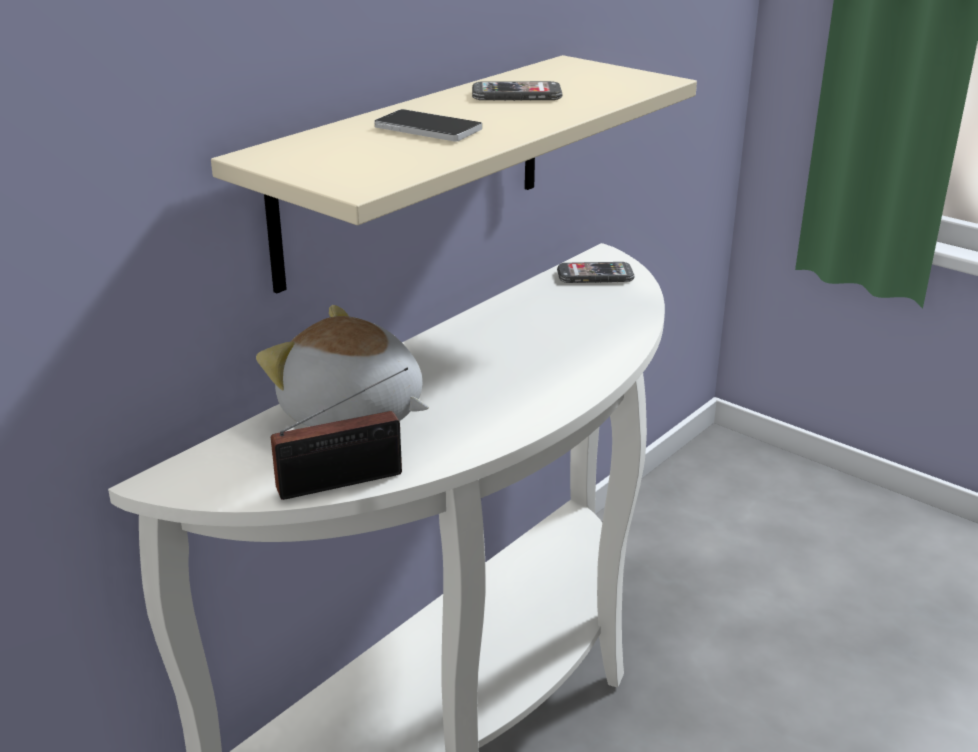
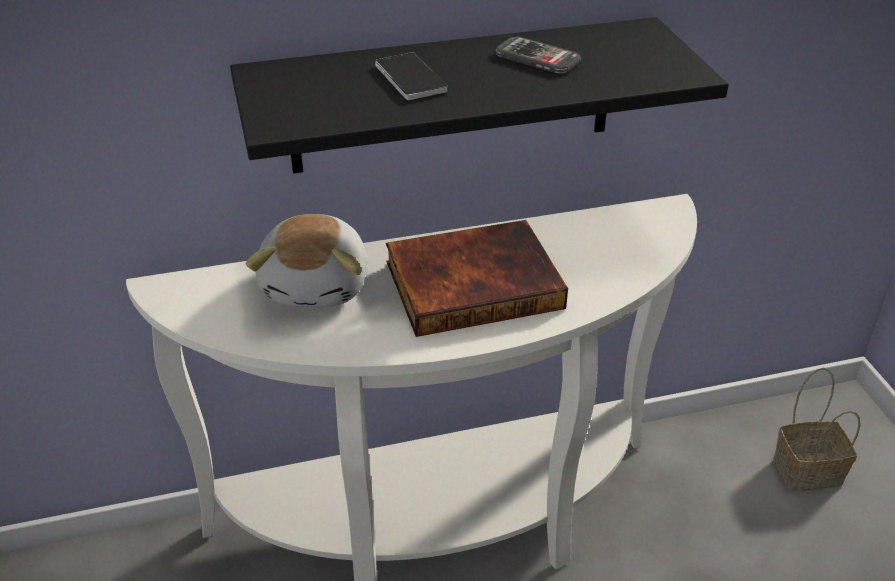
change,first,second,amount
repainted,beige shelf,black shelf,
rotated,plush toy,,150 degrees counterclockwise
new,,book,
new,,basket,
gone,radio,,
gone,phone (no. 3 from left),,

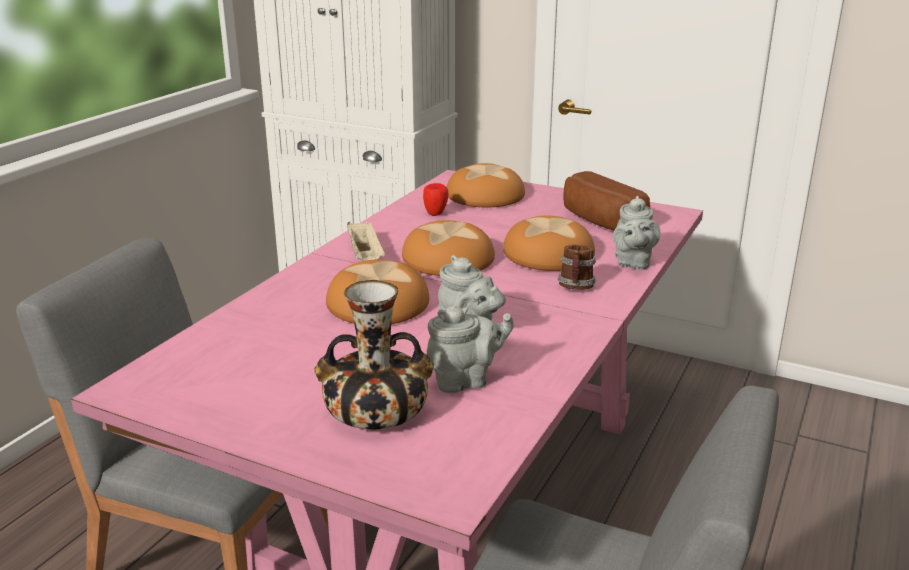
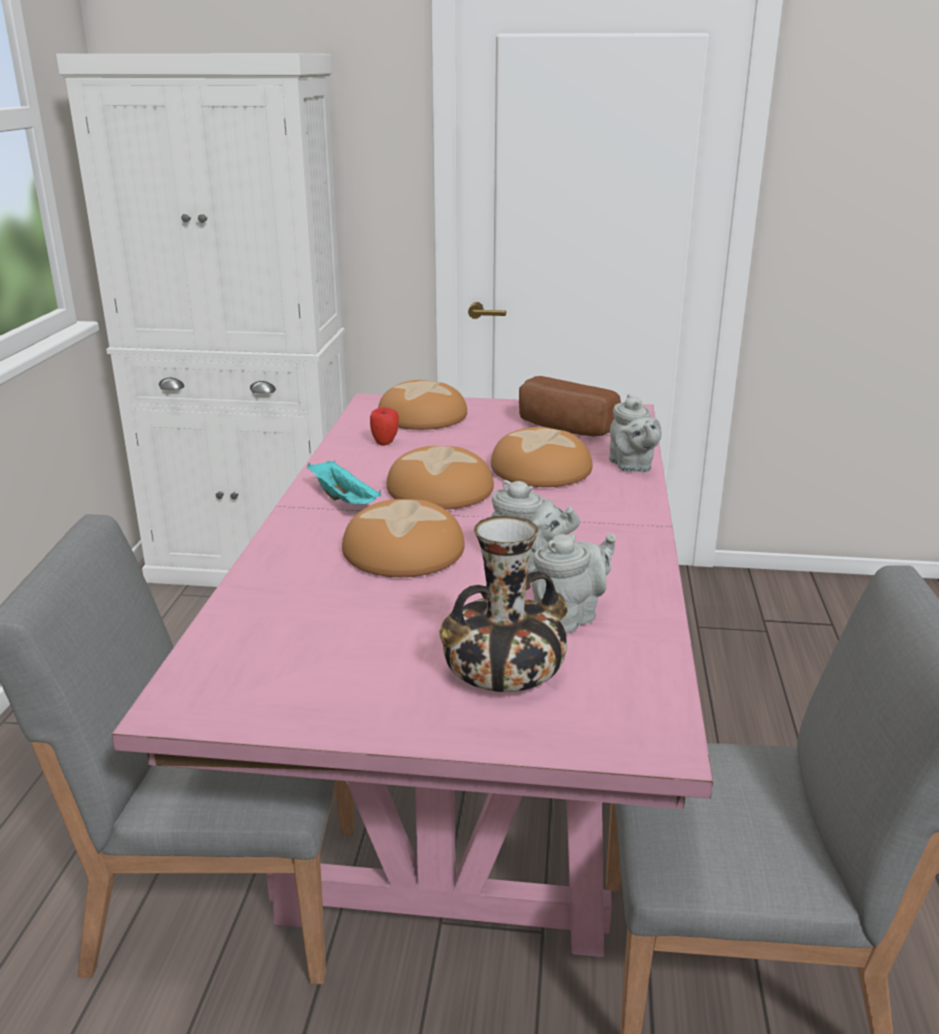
change,first,second,amount
repainted,beige tray,turquoise tray,
gone,mug,,

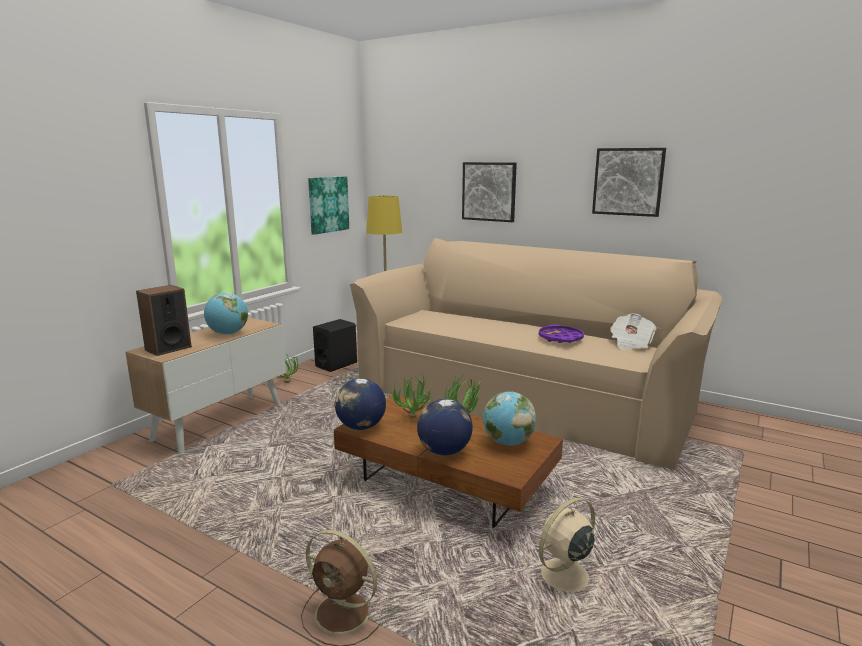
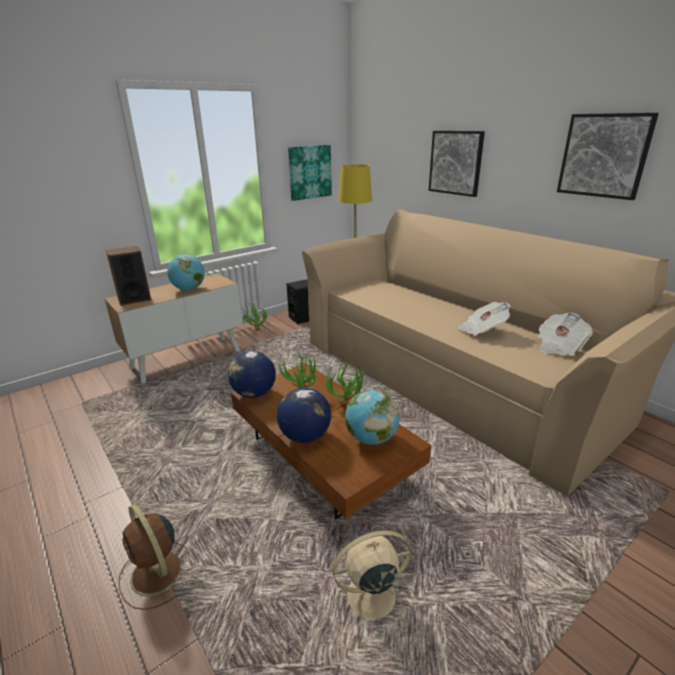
change,first,second,amount
swapped,purple tray,newspaper (no. 1 from left),

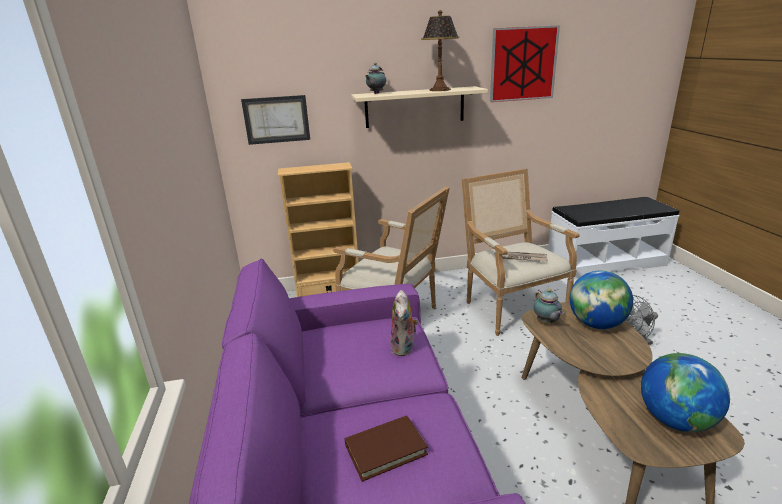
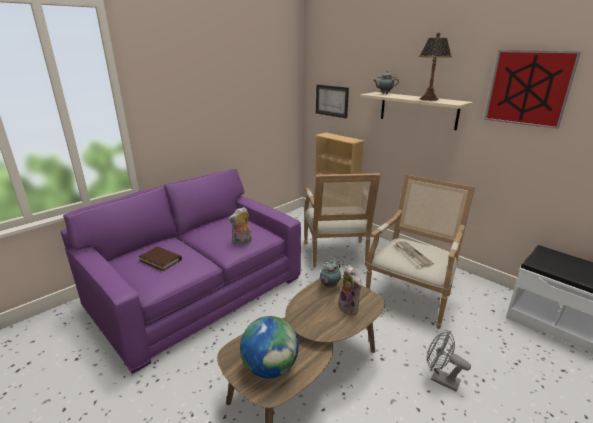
change,first,second,amount
swapped,globe (no. 1 from left),plush toy (no. 2 from left),

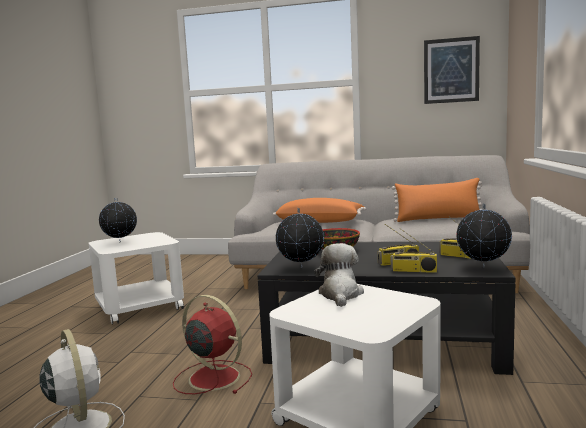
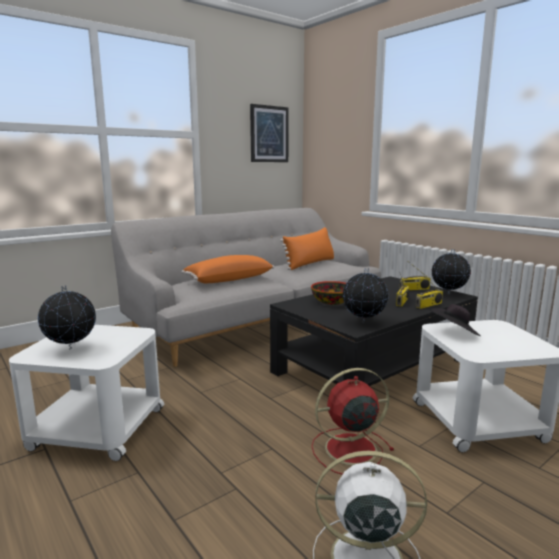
change,first,second,amount
swapped,plush toy,black hat,

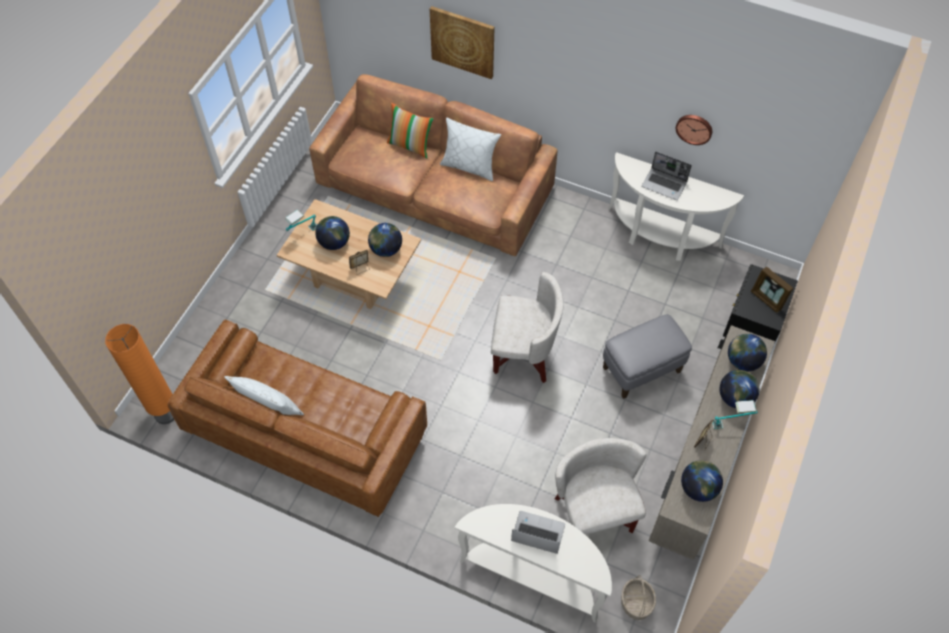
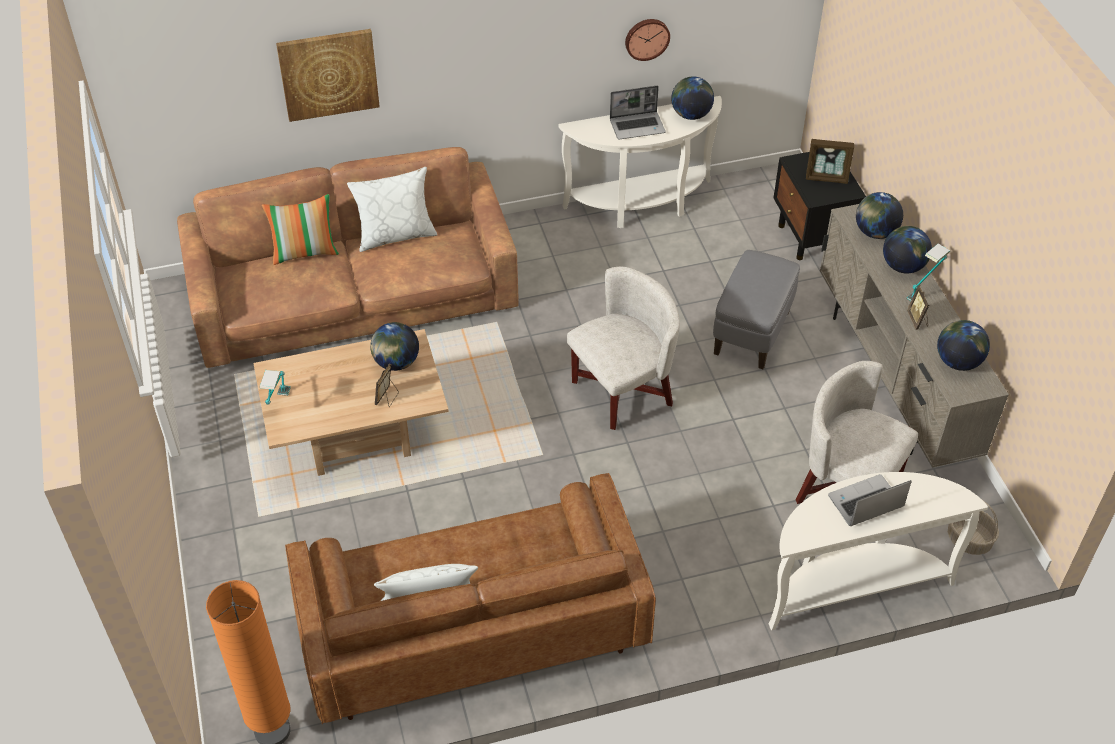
change,first,second,amount
shifted,globe (no. 1 from left in the first image),globe (no. 2 from left),

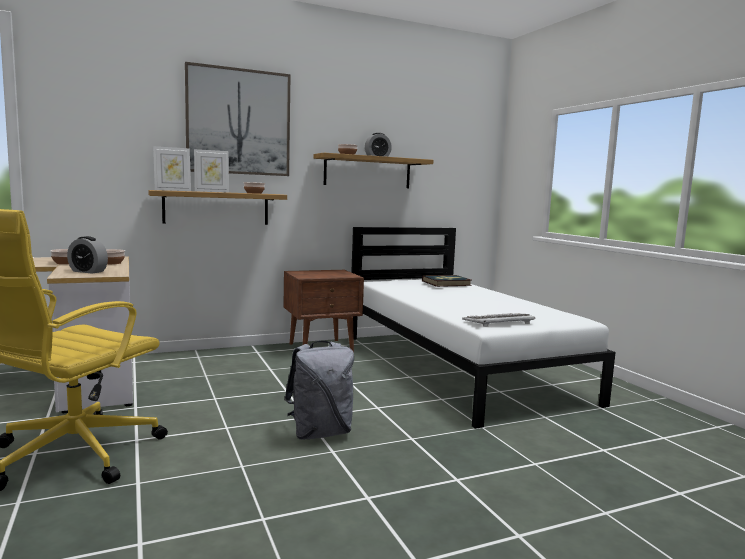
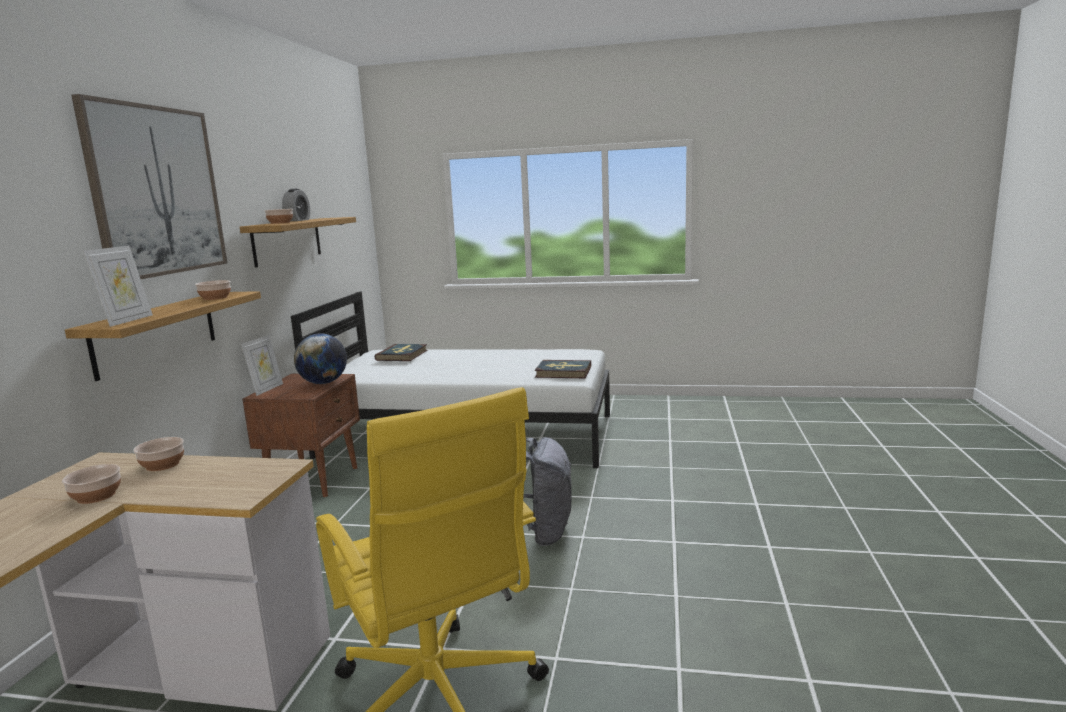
change,first,second,amount
shifted,picture frame (no. 2 from left),,
new,,globe,
swapped,keyboard,book (no. 2 from left),
gone,alarm clock (no. 1 from left),,

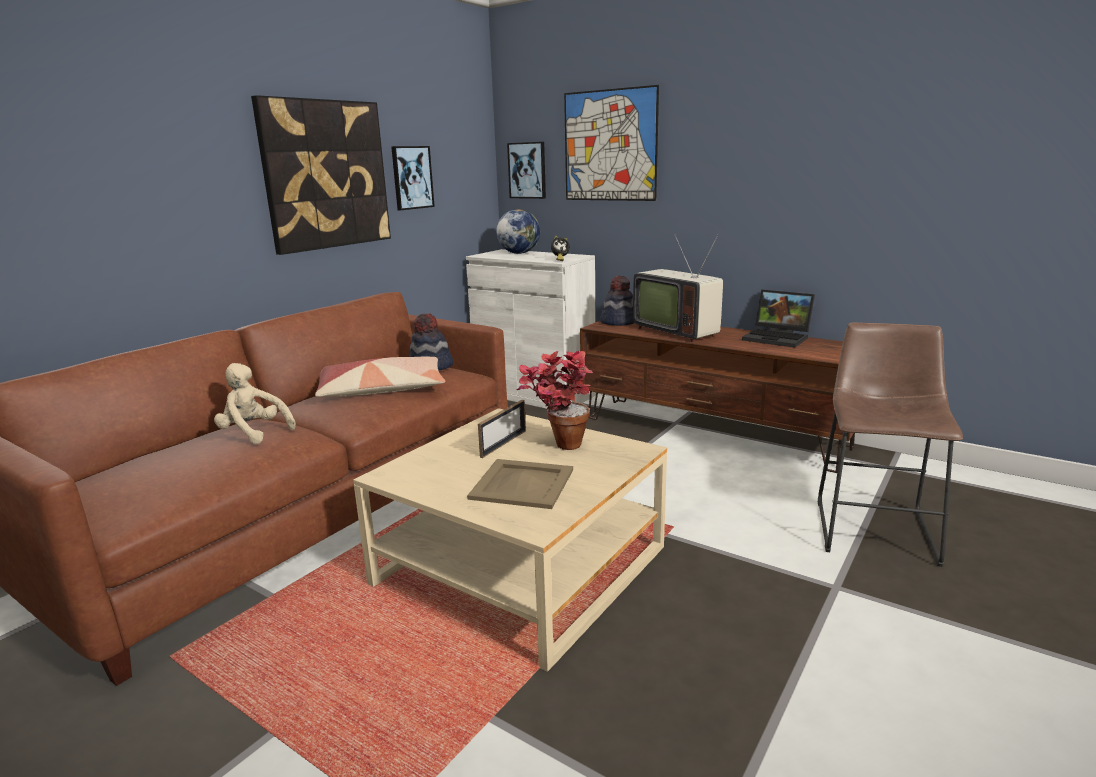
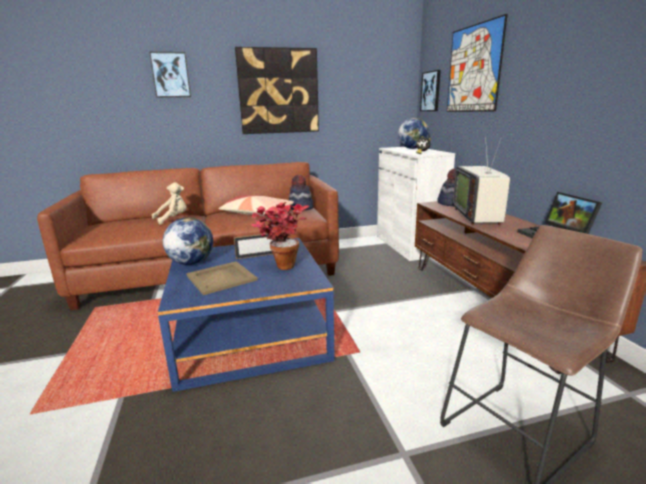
change,first,second,amount
shifted,picture (no. 2 from left in the first image),picture (no. 1 from left),
rotated,beige plush toy,,75 degrees clockwise
repainted,beige coffee table,blue coffee table,
new,,globe (no. 1 from left),

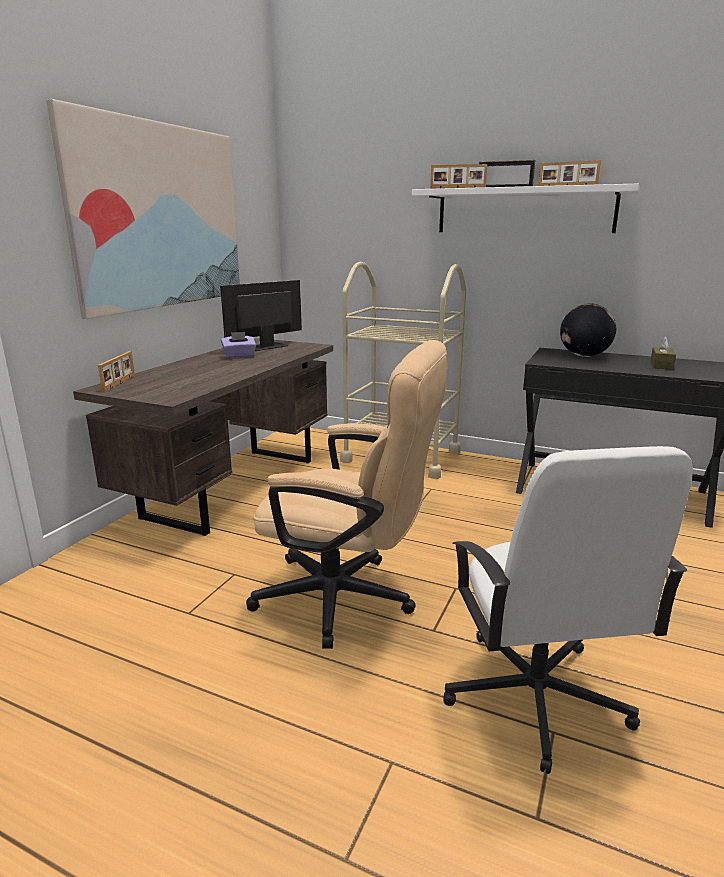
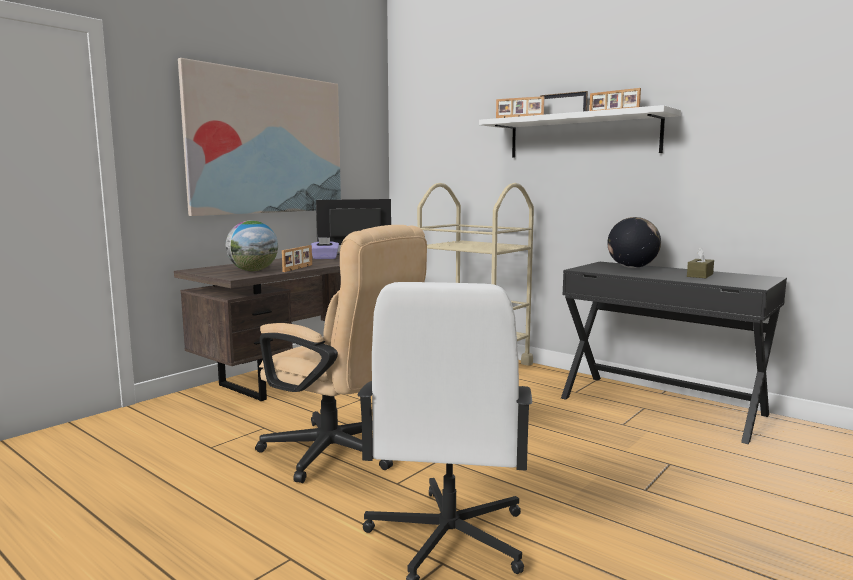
change,first,second,amount
new,,globe (no. 1 from left),
shifted,picture frame (no. 1 from left),,

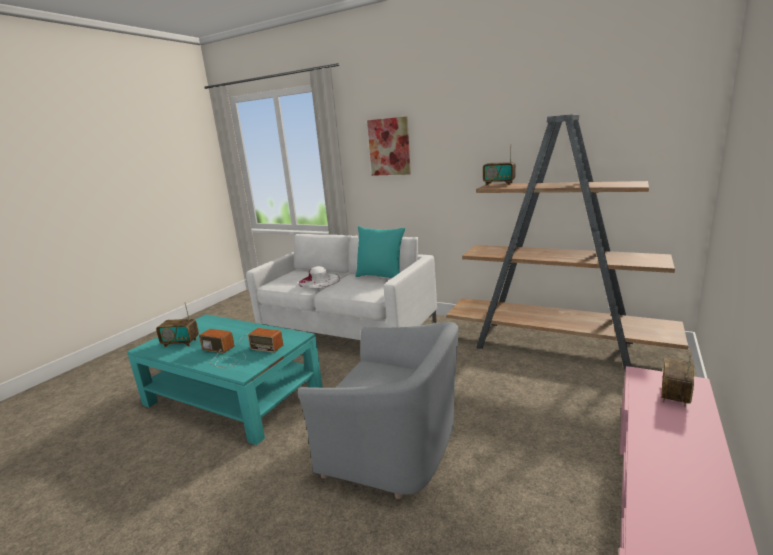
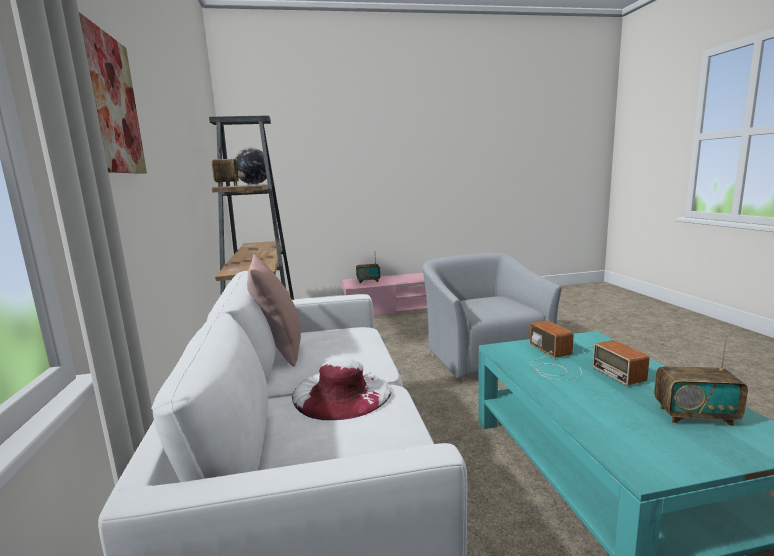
change,first,second,amount
new,,globe,
repainted,turquoise pillow,pink pillow,
rotated,radio (no. 1 from left in the first image),radio (no. 5 from left),135 degrees clockwise

